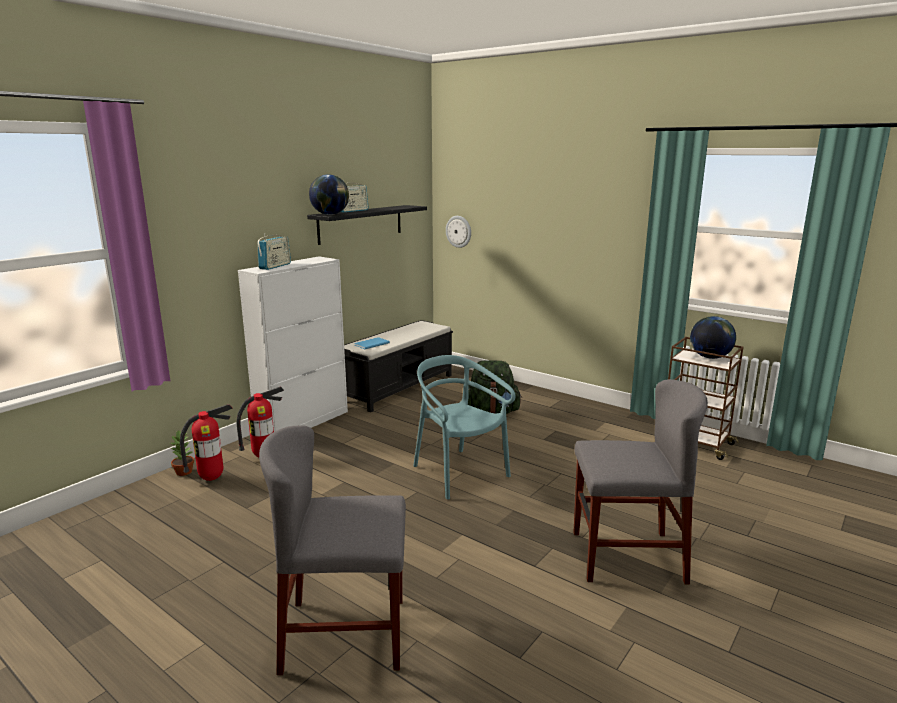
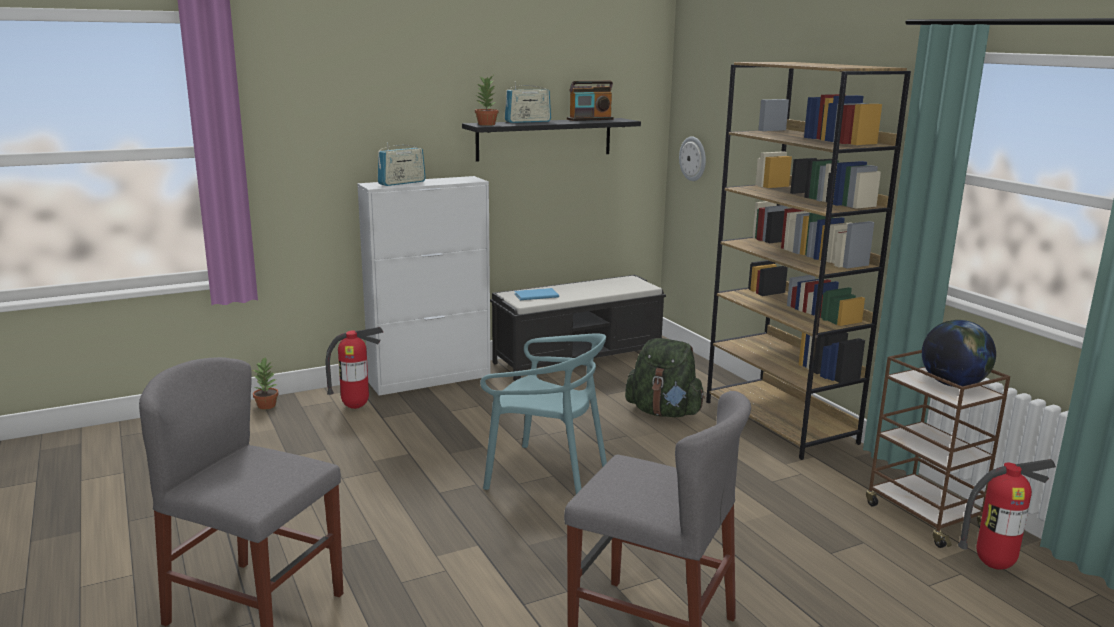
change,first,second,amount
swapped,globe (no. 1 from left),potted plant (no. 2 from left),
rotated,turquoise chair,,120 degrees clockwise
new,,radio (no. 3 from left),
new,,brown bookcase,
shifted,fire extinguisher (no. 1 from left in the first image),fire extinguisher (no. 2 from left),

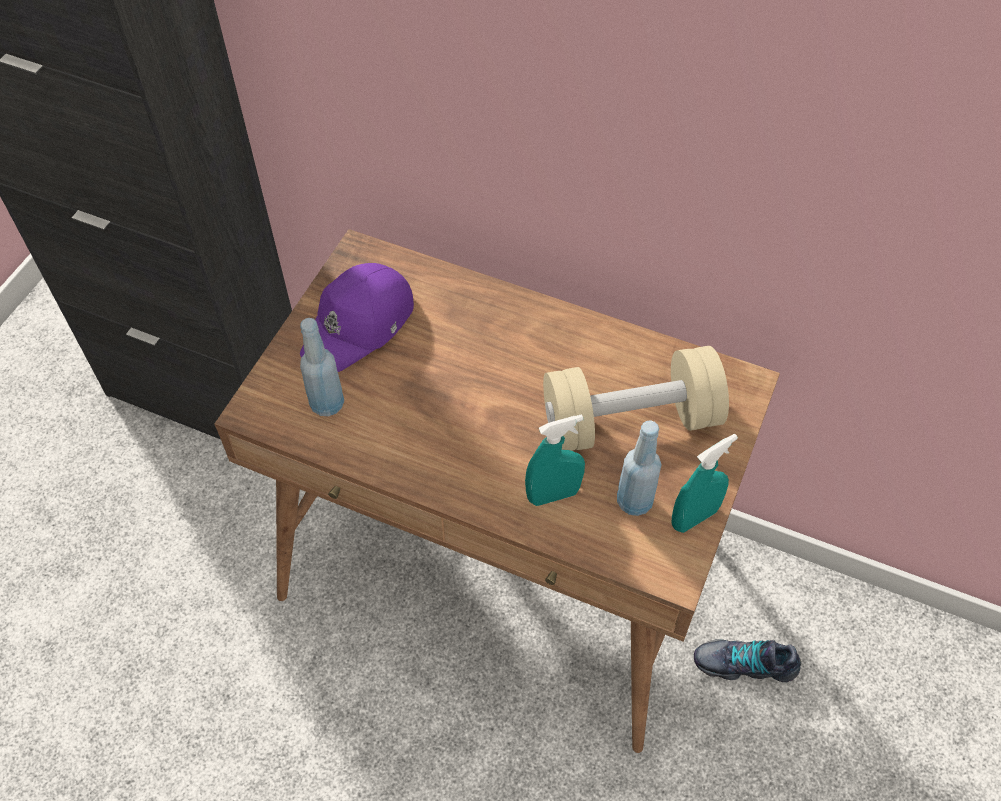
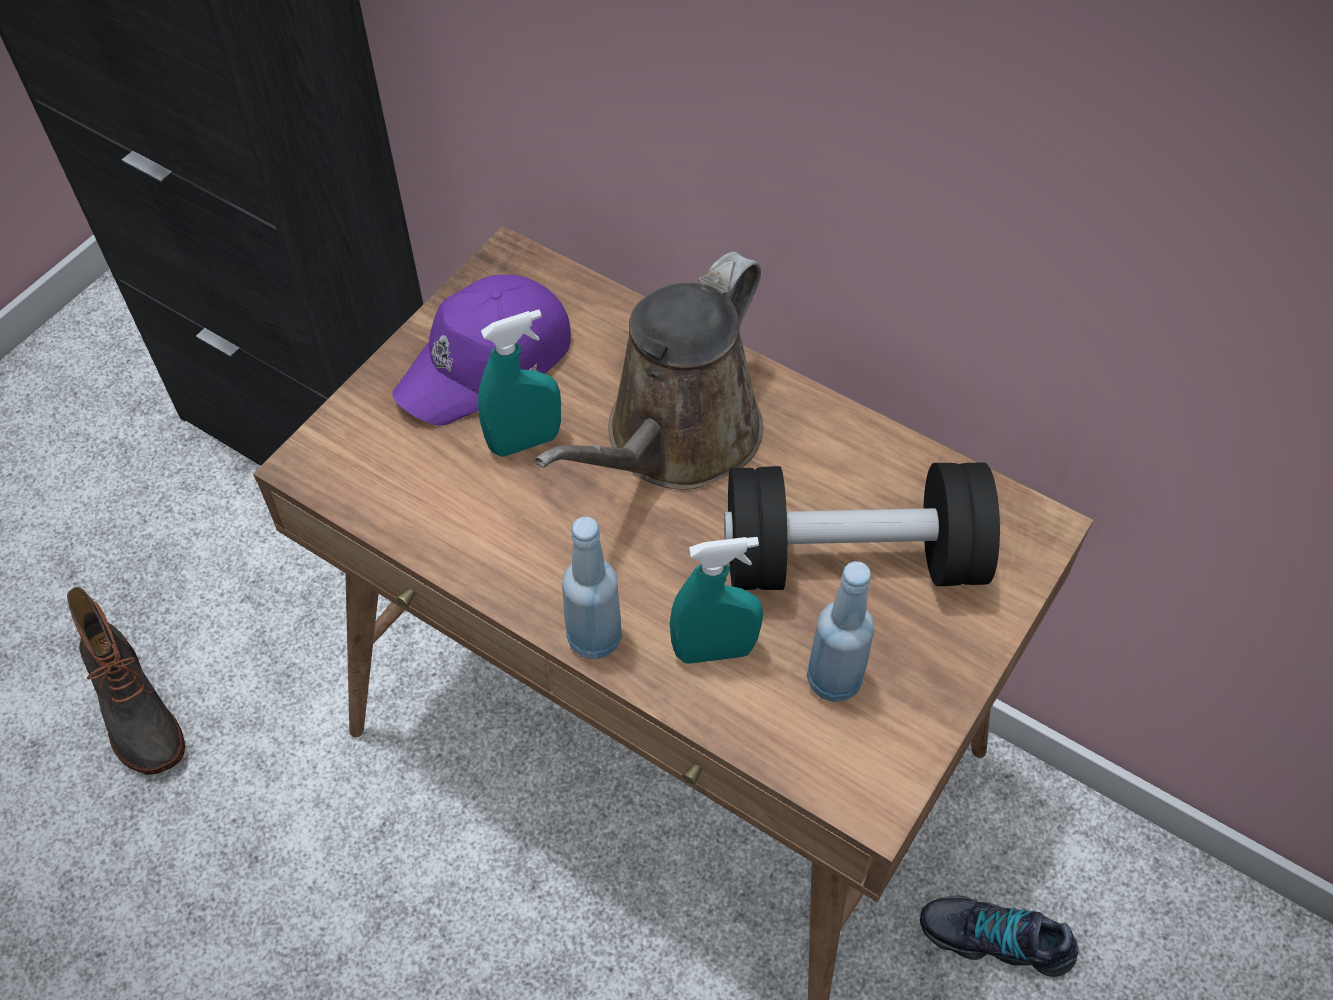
change,first,second,amount
new,,boot,
shifted,turquoise spray bottle (no. 2 from left in the first image),turquoise spray bottle (no. 1 from left),
new,,brown watering can,
shifted,blue bottle (no. 1 from left),,
repainted,beige dumbbell,black dumbbell,

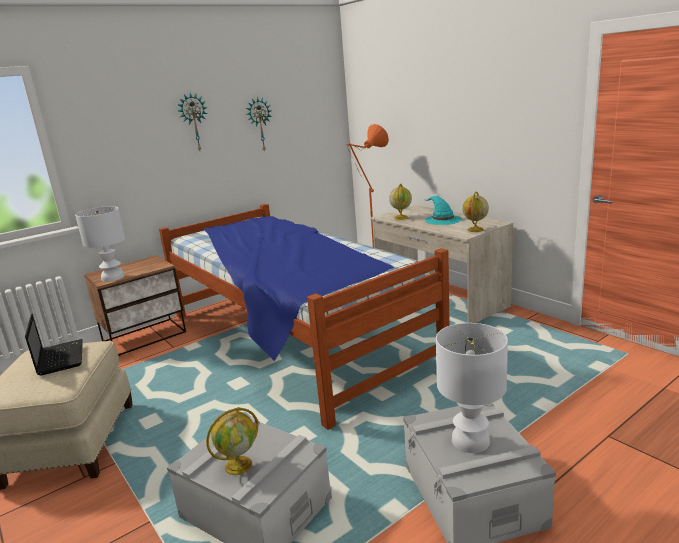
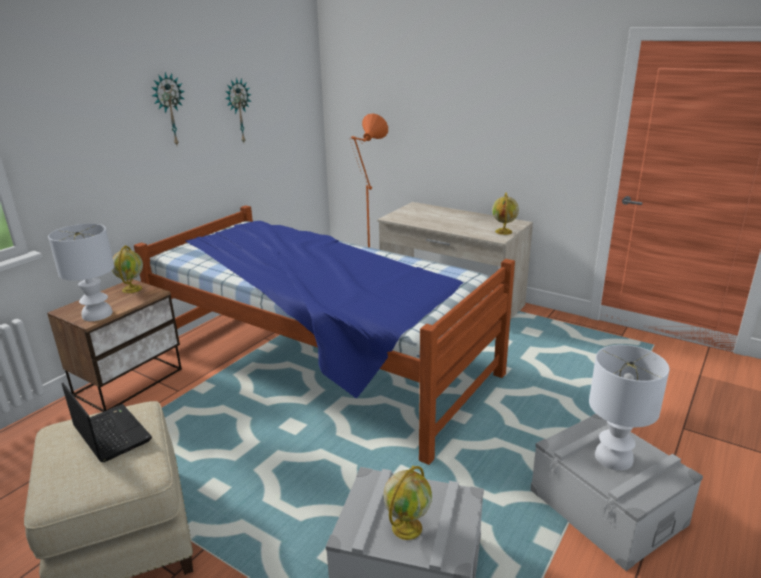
change,first,second,amount
shifted,globe (no. 2 from left in the first image),globe (no. 1 from left),
gone,turquoise hat,,

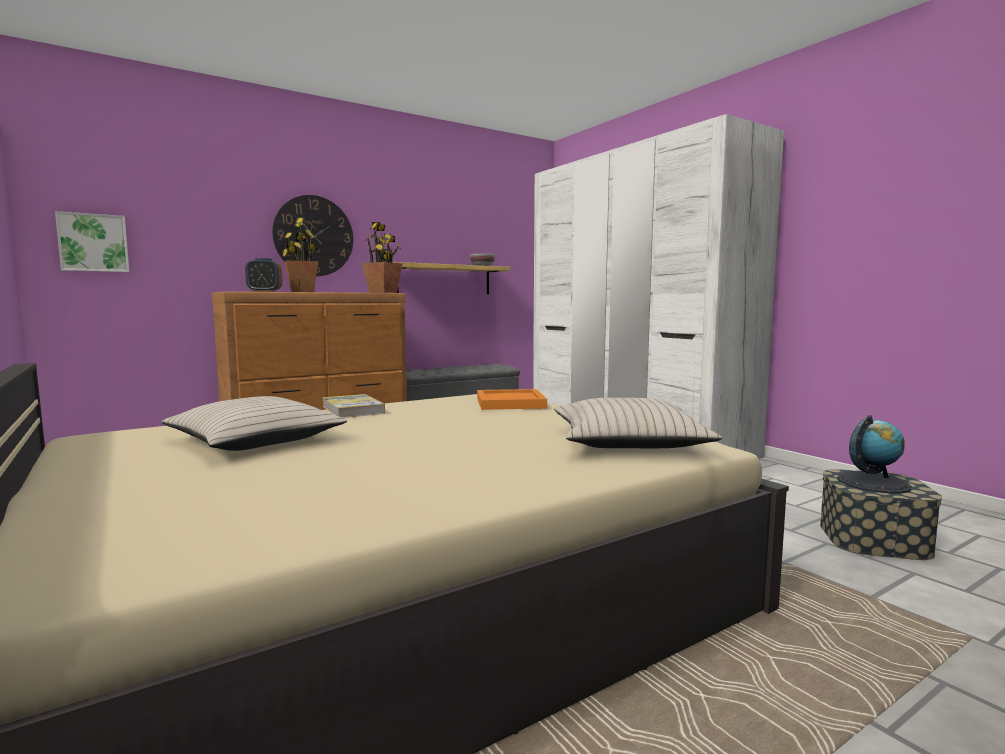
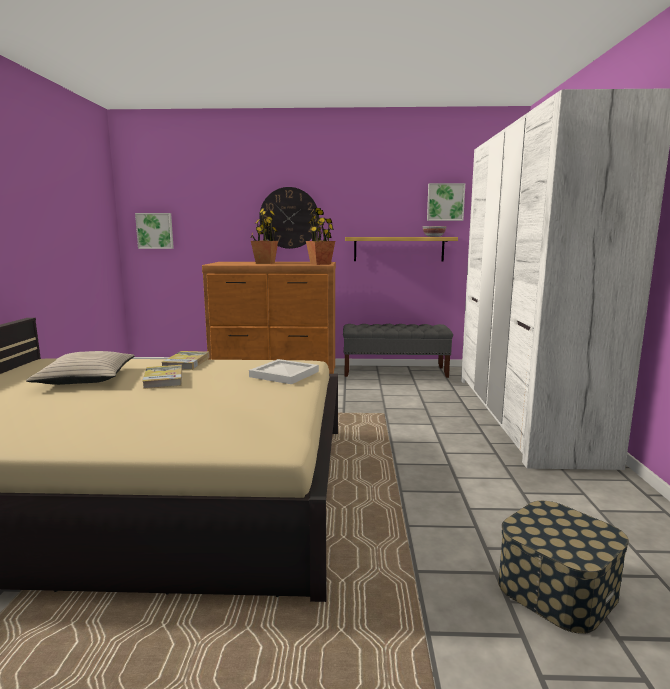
change,first,second,amount
new,,book (no. 1 from left),
repainted,orange tray,white tray,
new,,picture (no. 2 from left),
gone,alarm clock,,
gone,beige pillow (no. 2 from left),,
gone,globe,,

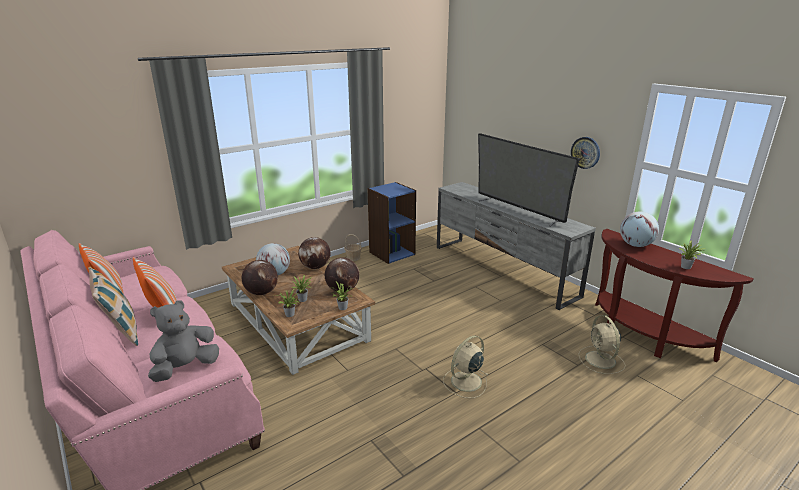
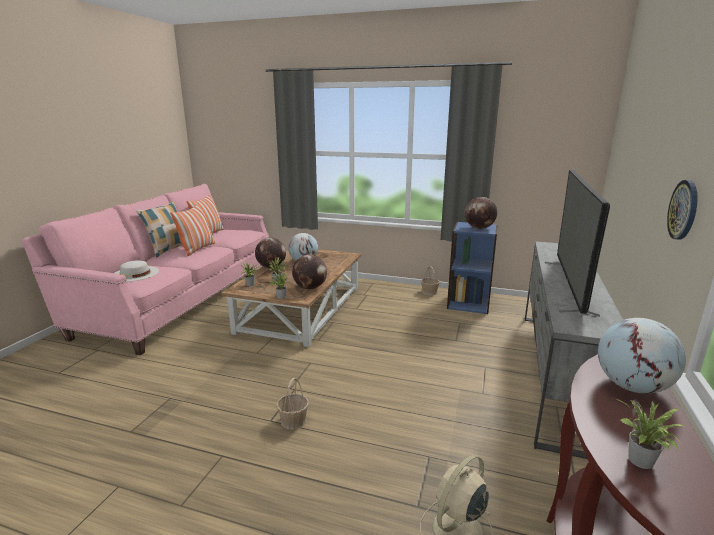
change,first,second,amount
swapped,grey plush toy,white hat,
swapped,beige fan (no. 1 from left),basket (no. 1 from left),
shifted,globe (no. 3 from left in the first image),globe (no. 4 from left),

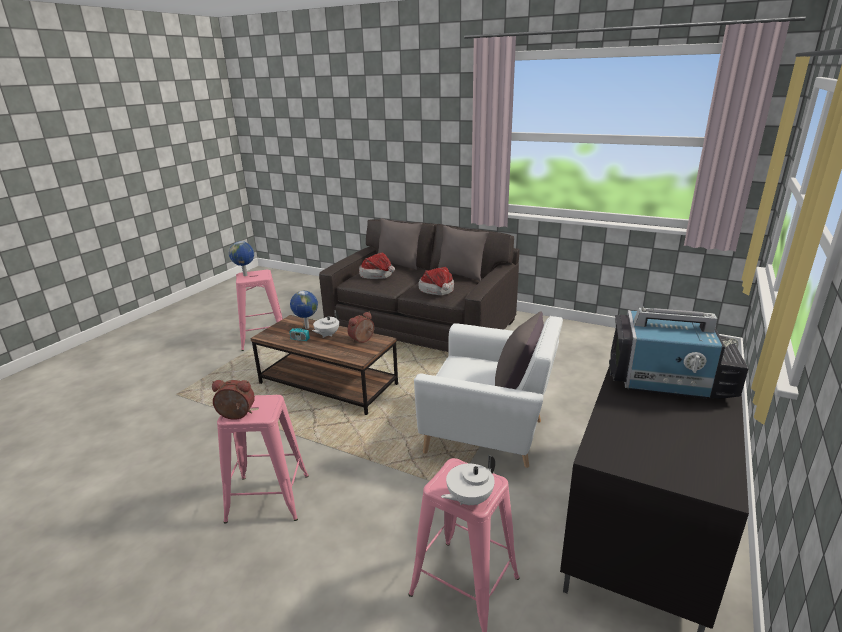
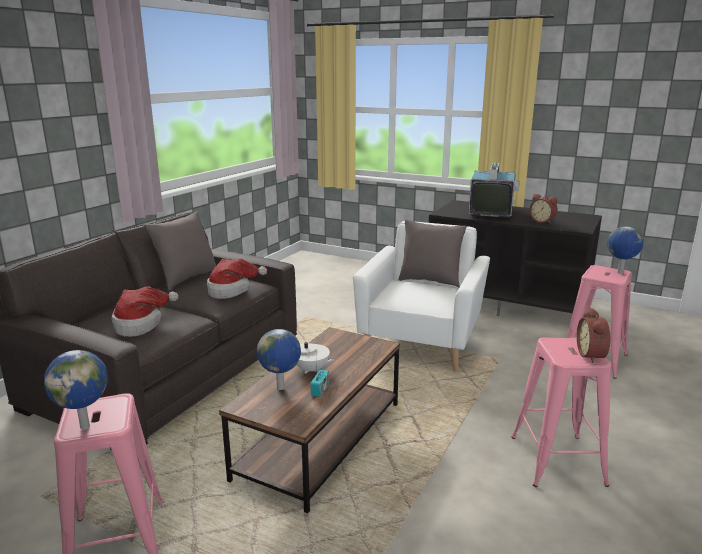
change,first,second,amount
shifted,alarm clock (no. 2 from left in the first image),alarm clock (no. 1 from left),
swapped,white teapot (no. 2 from left),globe (no. 3 from left),
gone,grey pillow (no. 1 from left),,

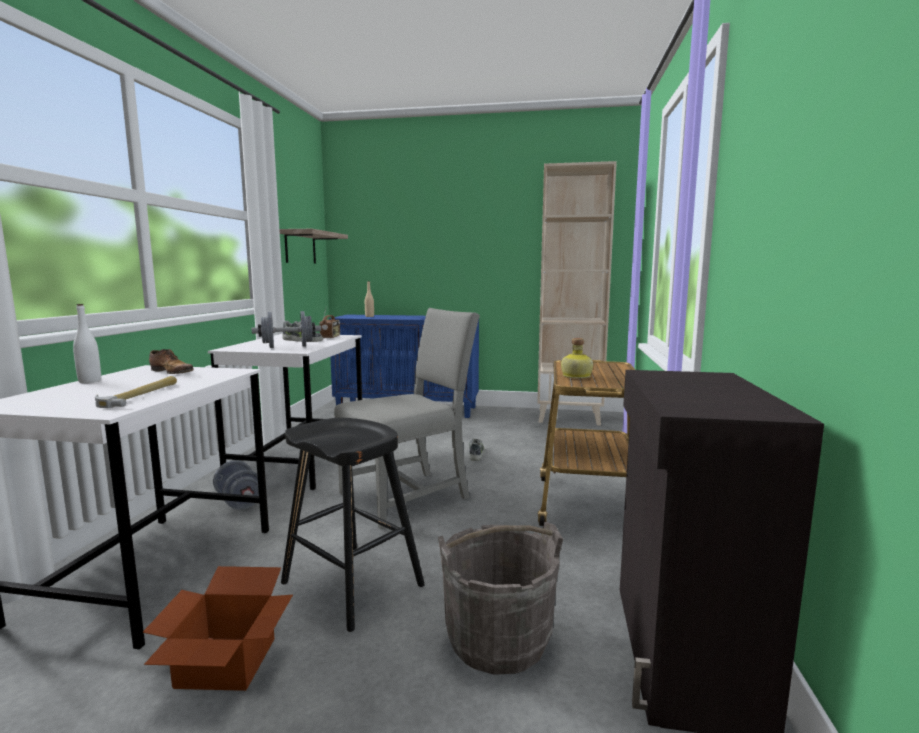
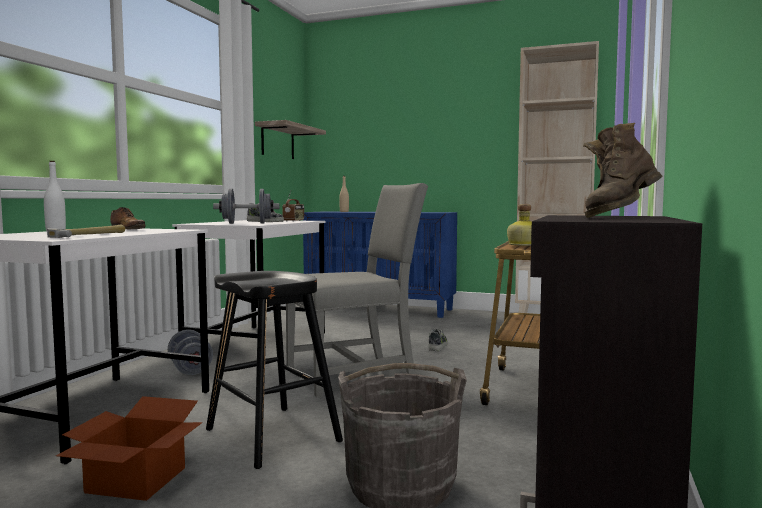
change,first,second,amount
new,,brown boot,

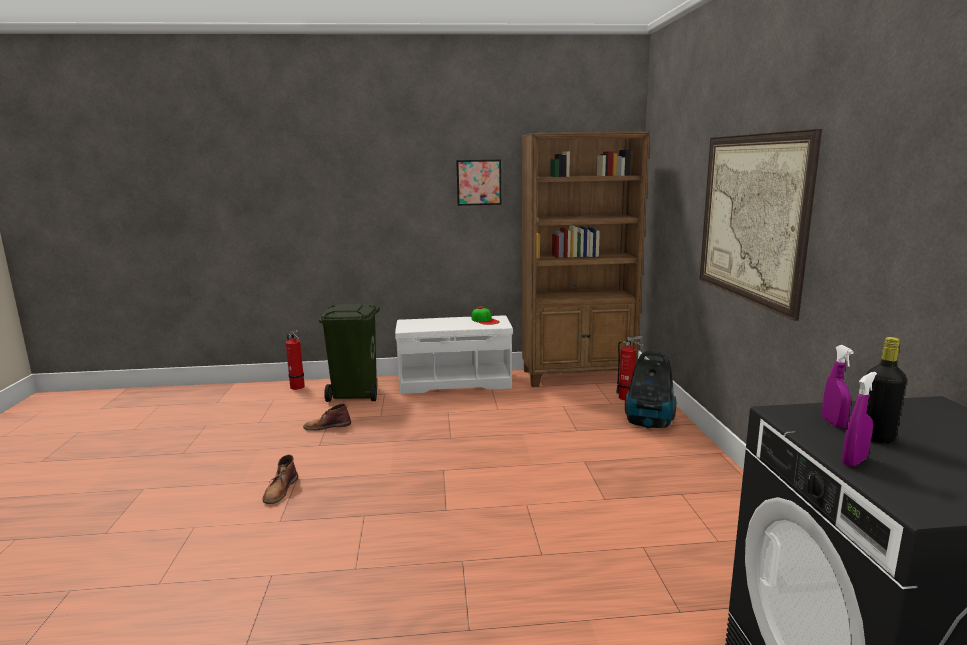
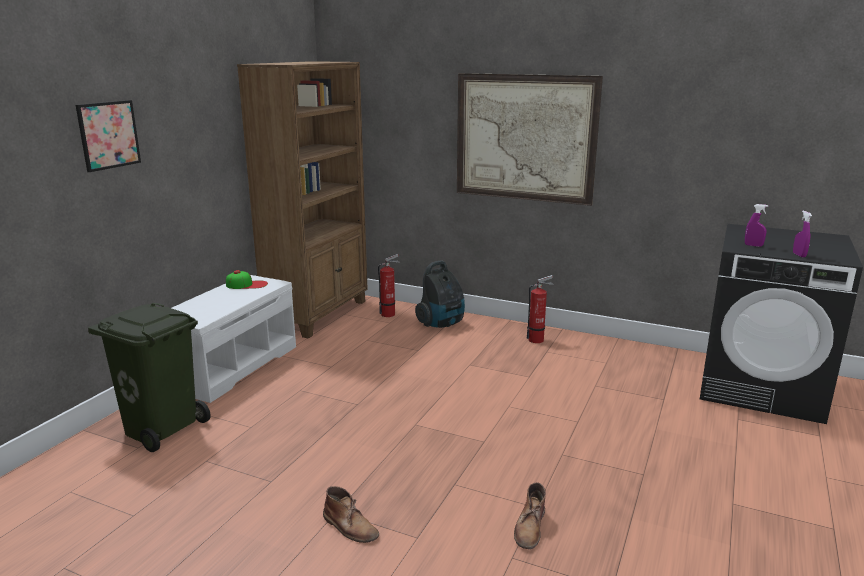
change,first,second,amount
shifted,picture (no. 1 from left),,
shifted,brown boot (no. 2 from left),,
shifted,fire extinguisher (no. 1 from left in the first image),fire extinguisher (no. 2 from left),
gone,black bottle,,

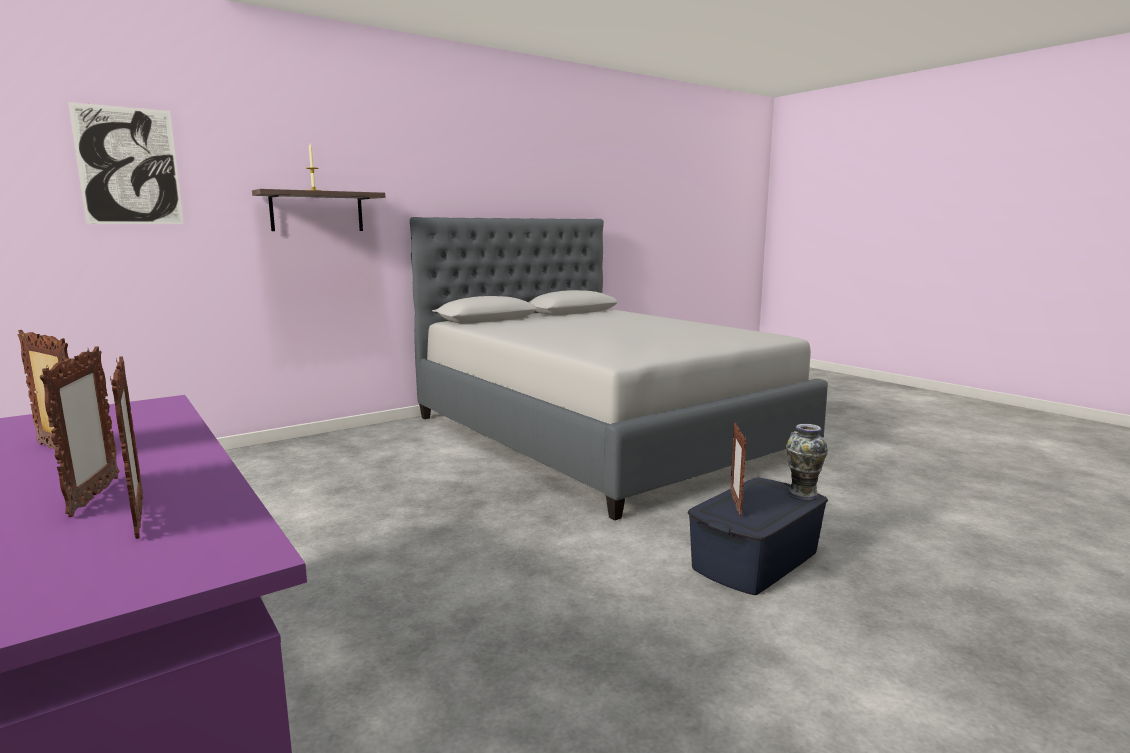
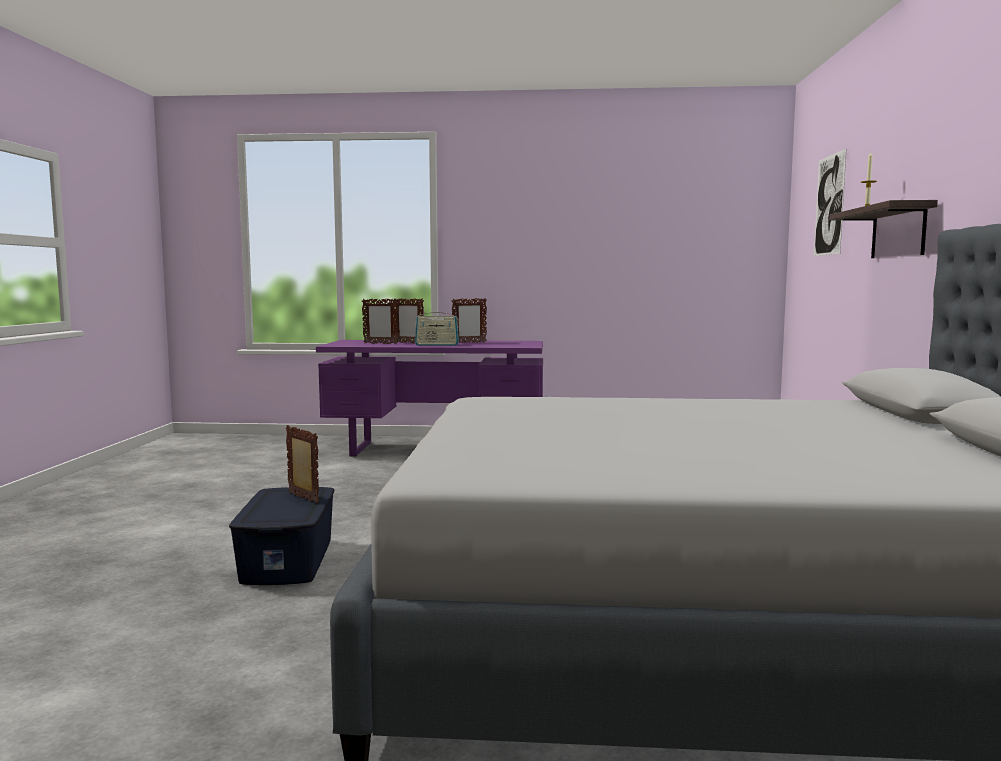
change,first,second,amount
new,,radio,
gone,vase,,

